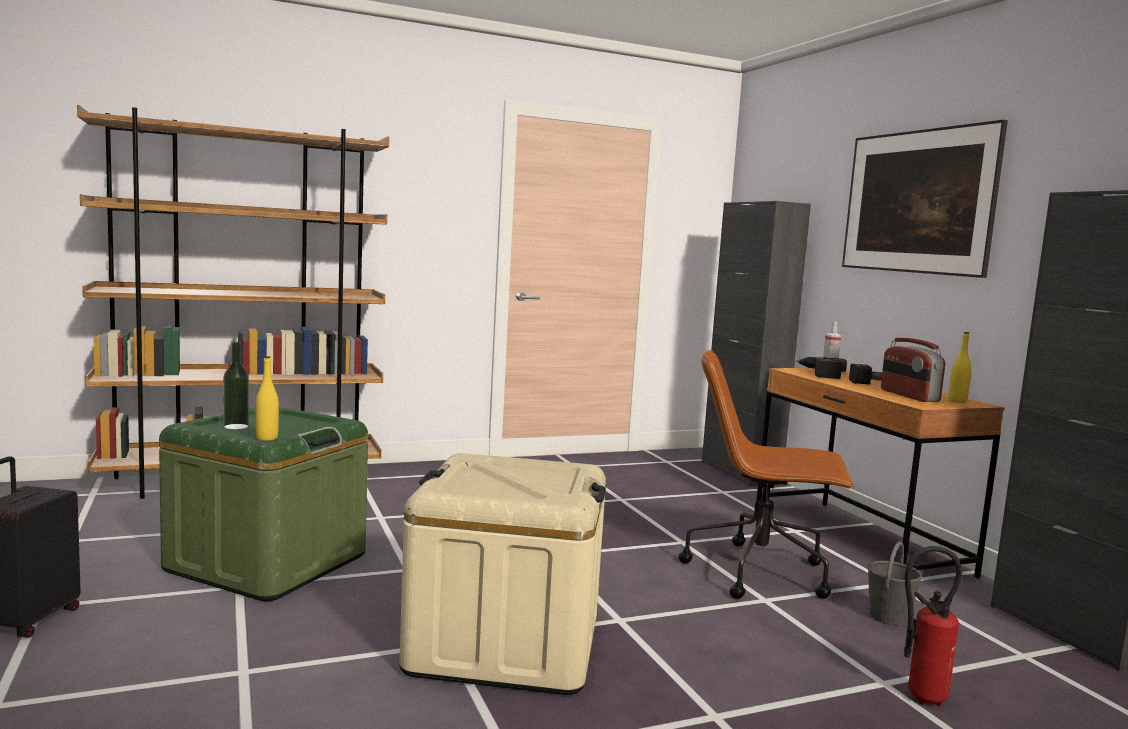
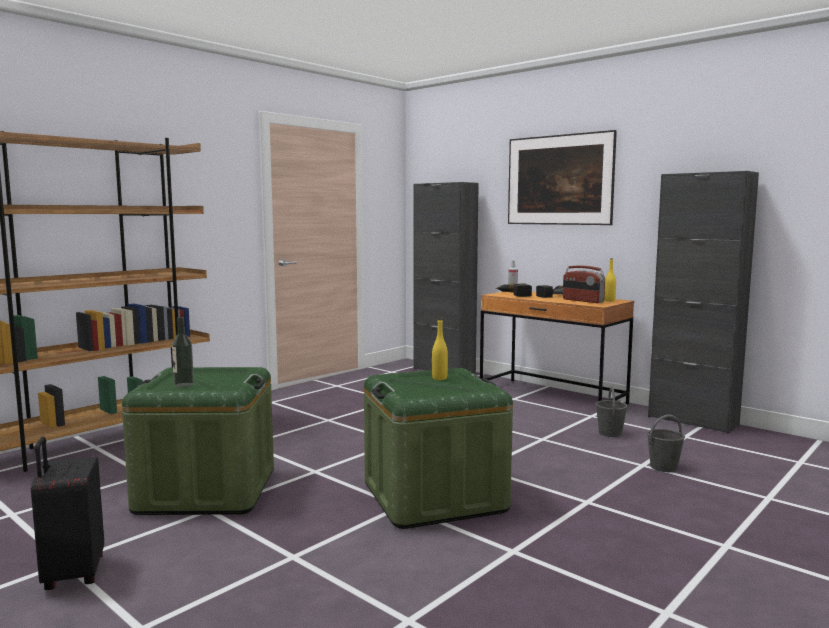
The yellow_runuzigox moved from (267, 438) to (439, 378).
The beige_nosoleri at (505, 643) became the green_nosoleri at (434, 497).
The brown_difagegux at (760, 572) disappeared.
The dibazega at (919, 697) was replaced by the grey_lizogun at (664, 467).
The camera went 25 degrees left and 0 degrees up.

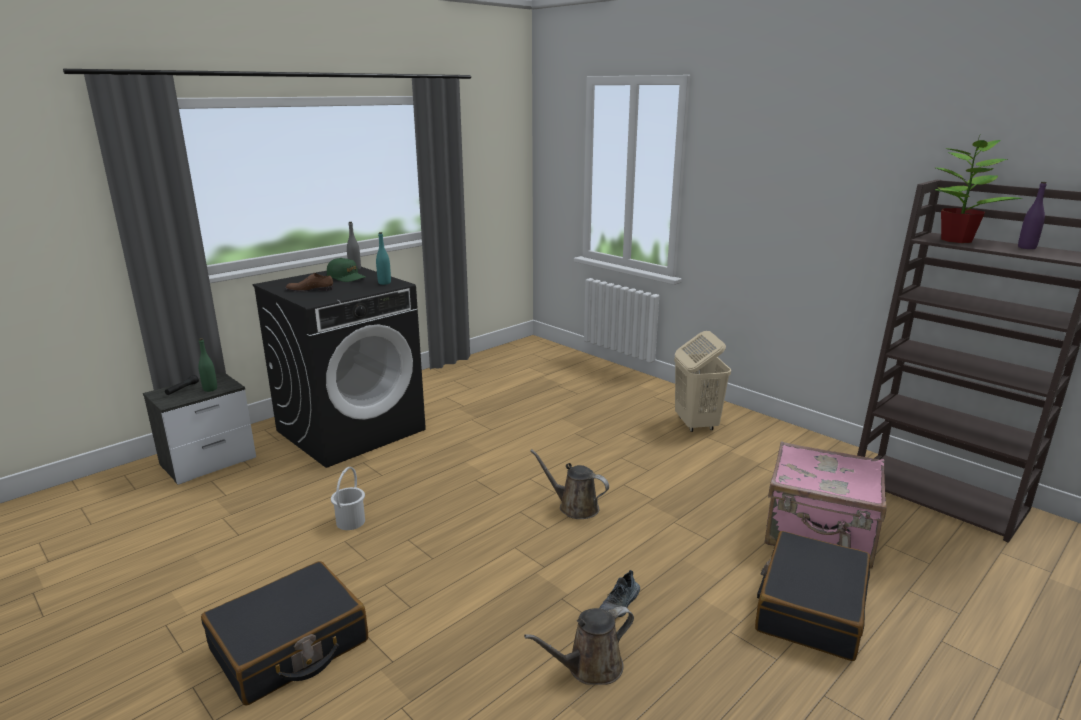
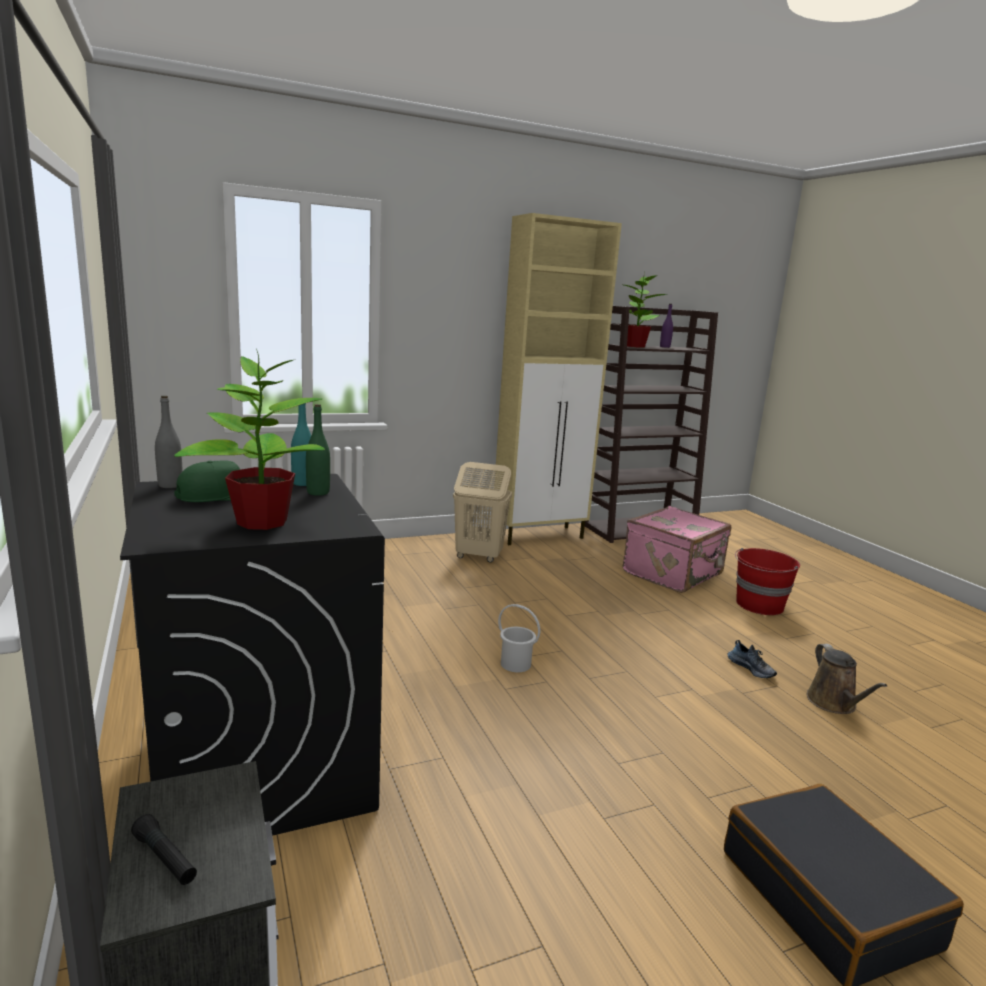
The green_runuzigox moved from (210, 389) to (318, 492).
The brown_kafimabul at (310, 289) was replaced by the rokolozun at (261, 521).
The white_lizogun moved from (351, 522) to (515, 664).
The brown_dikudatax at (575, 507) disappeared.
The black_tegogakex at (810, 608) was replaced by the red_lizogun at (759, 605).
The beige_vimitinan at (540, 536) appeared.
The camera went 70 degrees left and 5 degrees down.

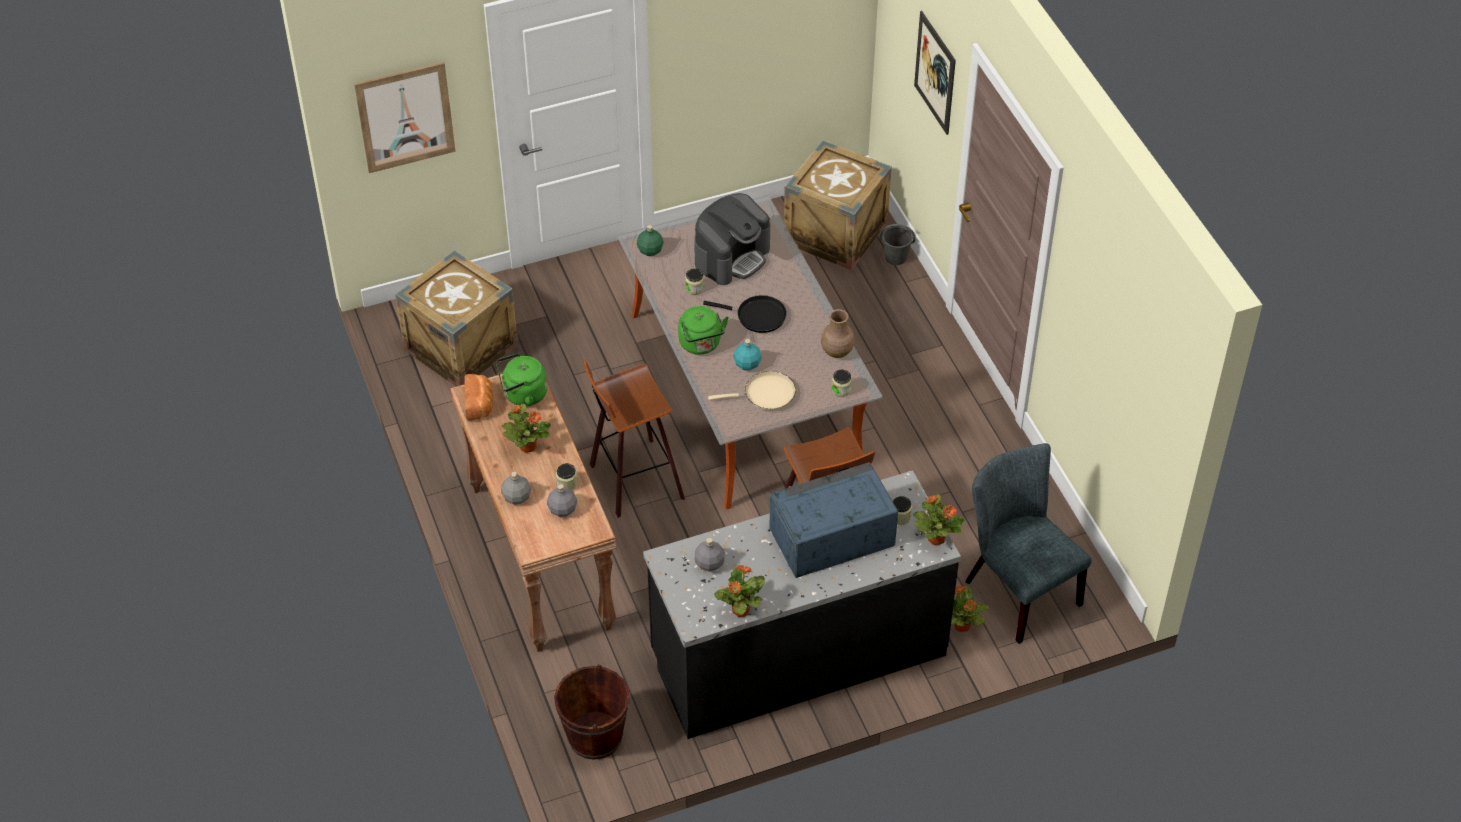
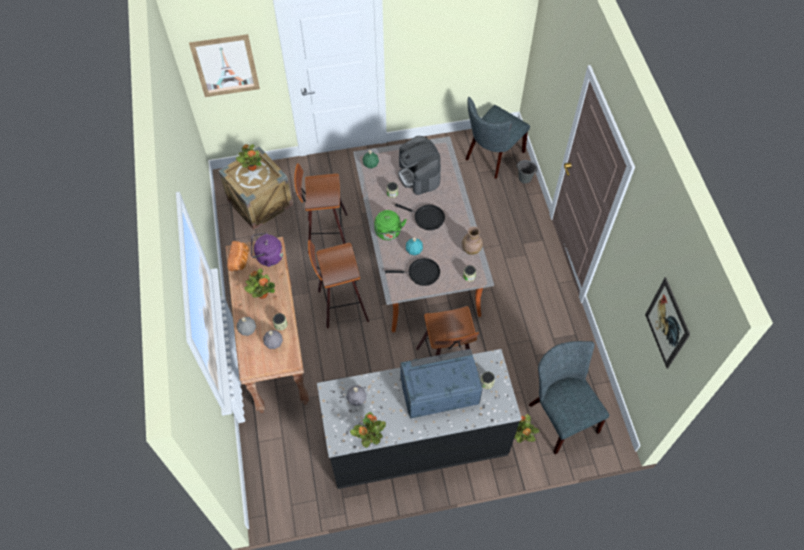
The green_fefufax at (522, 395) became the purple_fefufax at (267, 257).
The brown_lizogun at (595, 736) disappeared.
The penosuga at (732, 256) turned 105 degrees clockwise.
The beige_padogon at (765, 394) became the black_padogon at (421, 273).
The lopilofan at (835, 232) was replaced by the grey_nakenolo at (492, 157).
The rokolozun moved from (935, 538) to (252, 167).
The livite moved from (935, 72) to (667, 323).
The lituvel at (326, 235) appeared.
The camera went 10 degrees right and 10 degrees up.

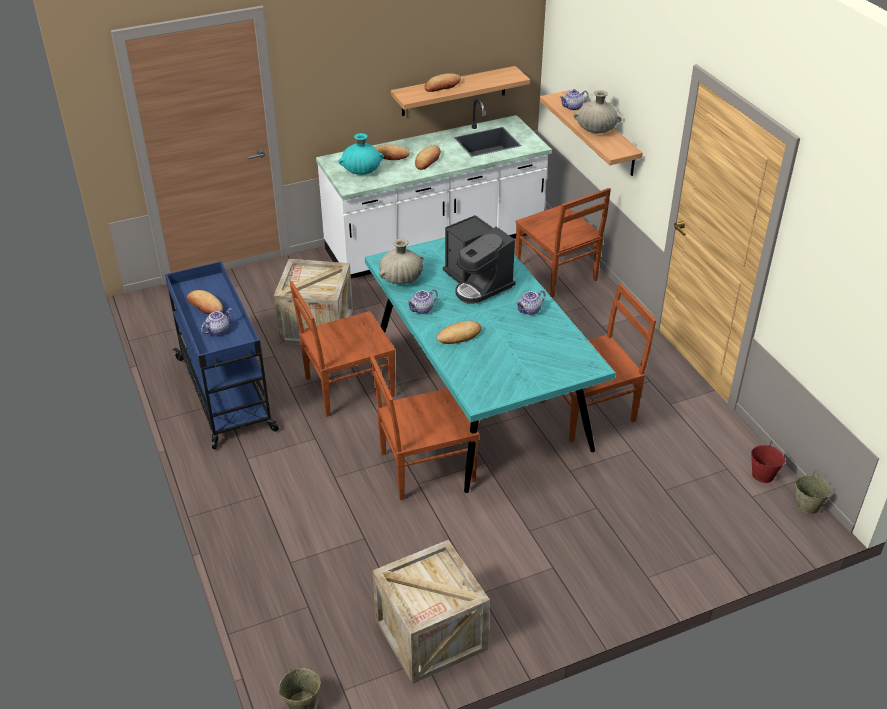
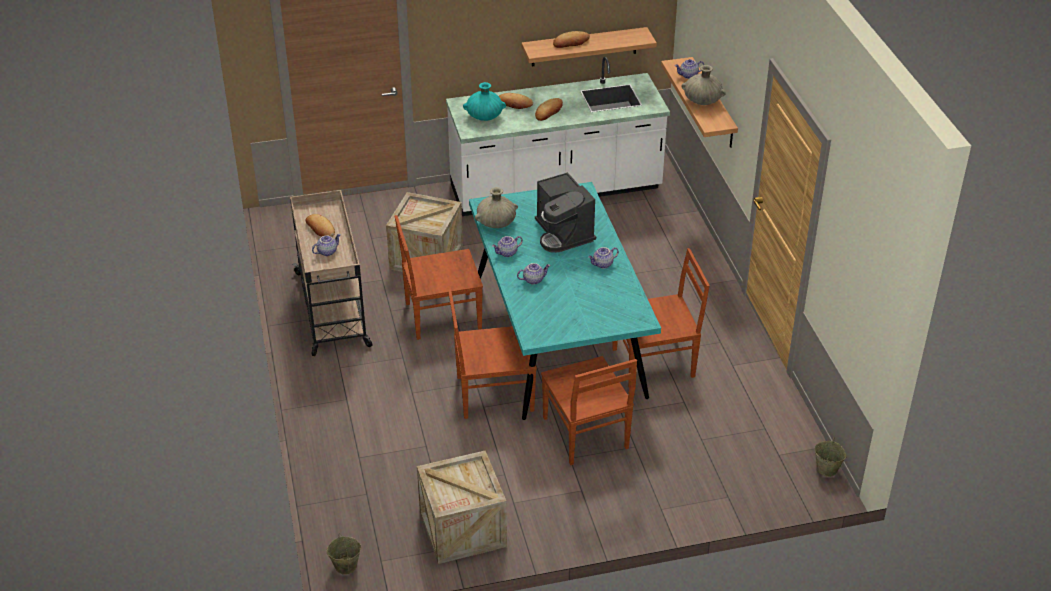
The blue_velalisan at (226, 395) became the beige_velalisan at (333, 310).
The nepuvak at (459, 335) was replaced by the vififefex at (533, 280).
The brown_nakenolo moved from (557, 274) to (586, 434).
The red_lizogun at (763, 475) disappeared.
The camera went 10 degrees right and 0 degrees up.

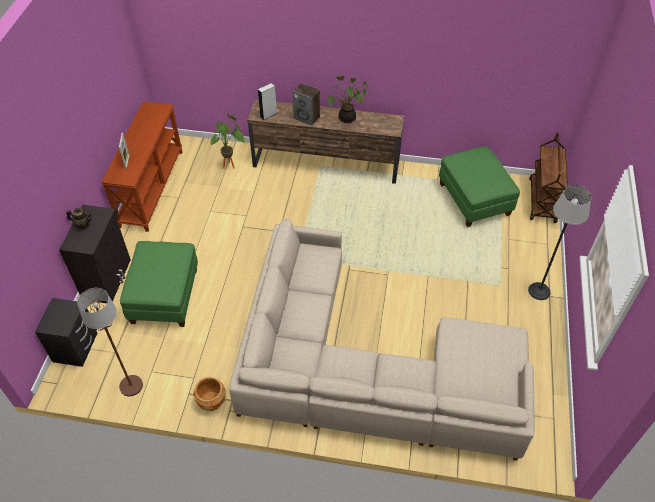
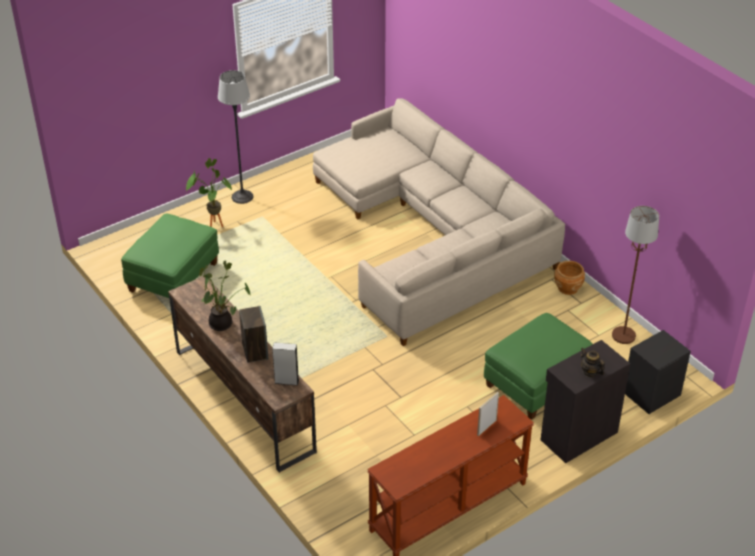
The rokolozun moved from (232, 165) to (212, 224).
The brown_velalisan at (542, 201) disappeared.
The camera went 135 degrees left and 10 degrees down.

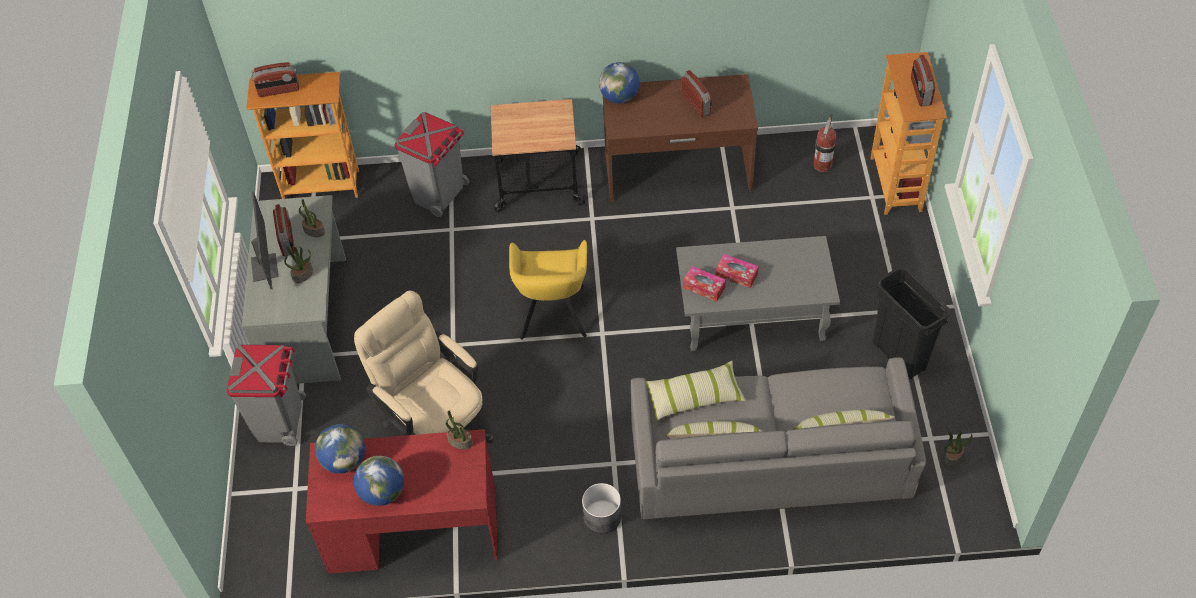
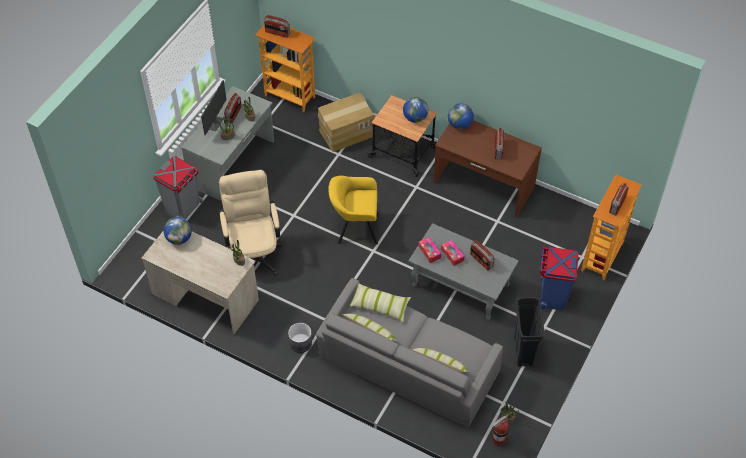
The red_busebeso at (413, 531) became the beige_busebeso at (205, 297).
The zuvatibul moved from (382, 492) to (415, 118).
The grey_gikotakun at (439, 195) was replaced by the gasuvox at (346, 132).
The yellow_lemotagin at (552, 315) turned 60 degrees clockwise.
The dibazega moved from (822, 164) to (498, 439).
The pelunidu at (481, 260) appeared.
The blue_gikotakun at (552, 296) appeared.
The camera went 30 degrees right and 0 degrees up.

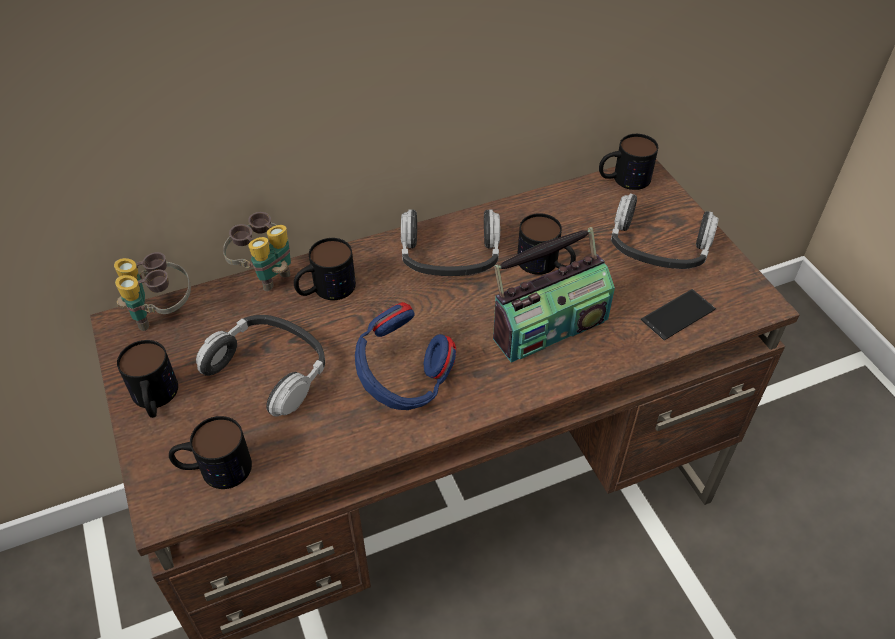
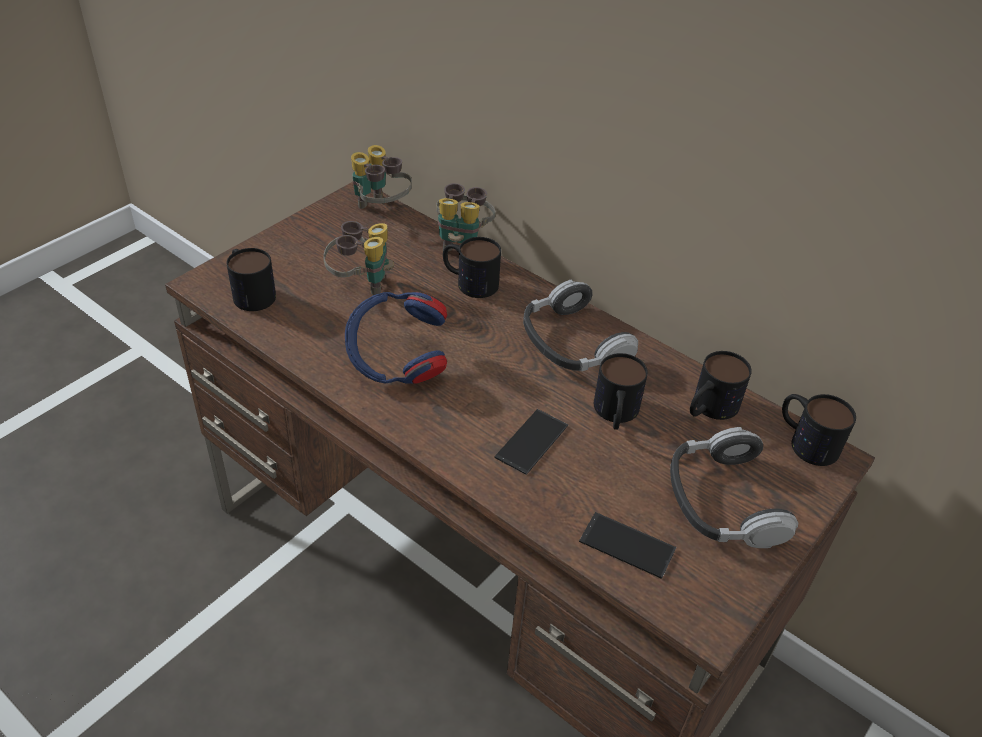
The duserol moved from (155, 399) to (709, 408).
The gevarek at (269, 370) was replaced by the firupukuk at (361, 283).
The pelunidu at (549, 326) was replaced by the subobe at (531, 441).
The camera went 60 degrees right and 5 degrees down.

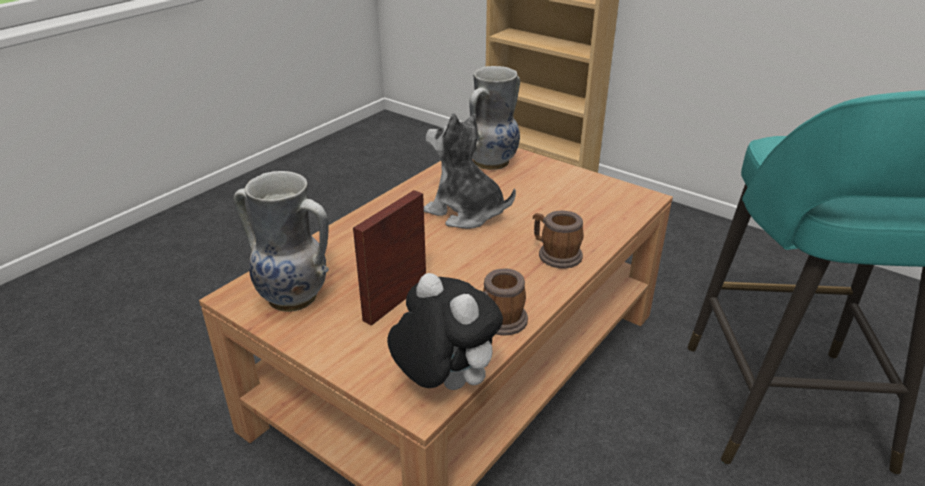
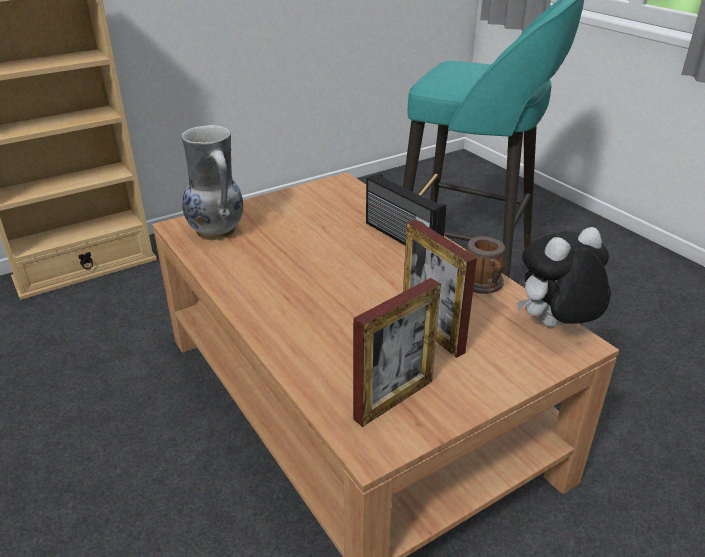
The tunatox at (294, 296) was replaced by the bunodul at (394, 399).
The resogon at (465, 212) disappeared.
The duserol at (555, 255) was replaced by the pelunidu at (401, 238).
The camera went 70 degrees left and 0 degrees up.

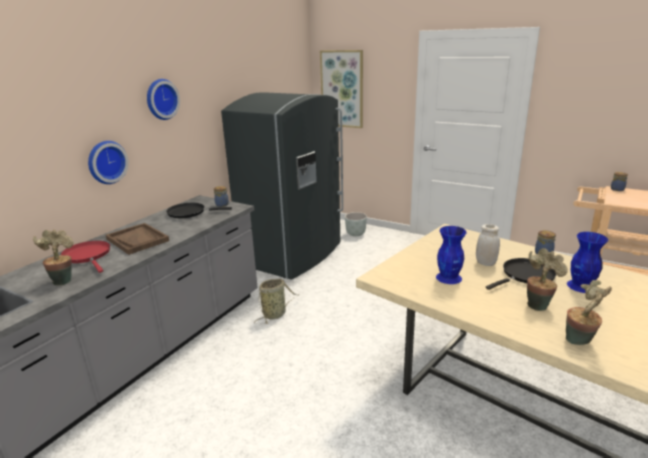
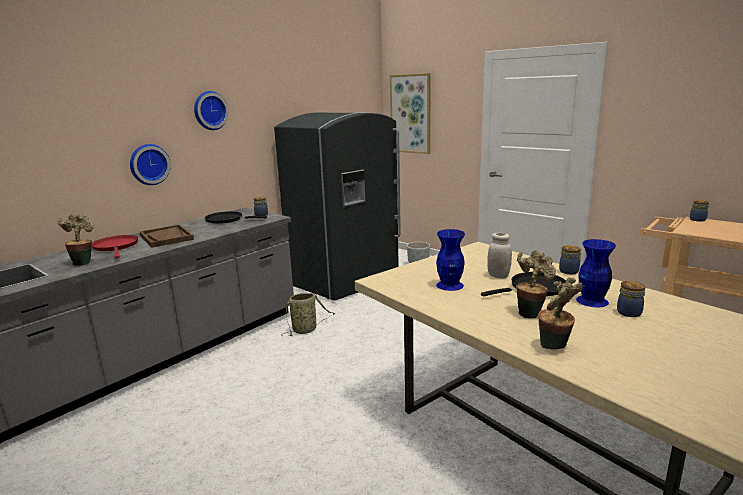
The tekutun at (629, 312) appeared.
The camera went 10 degrees right and 5 degrees down.

